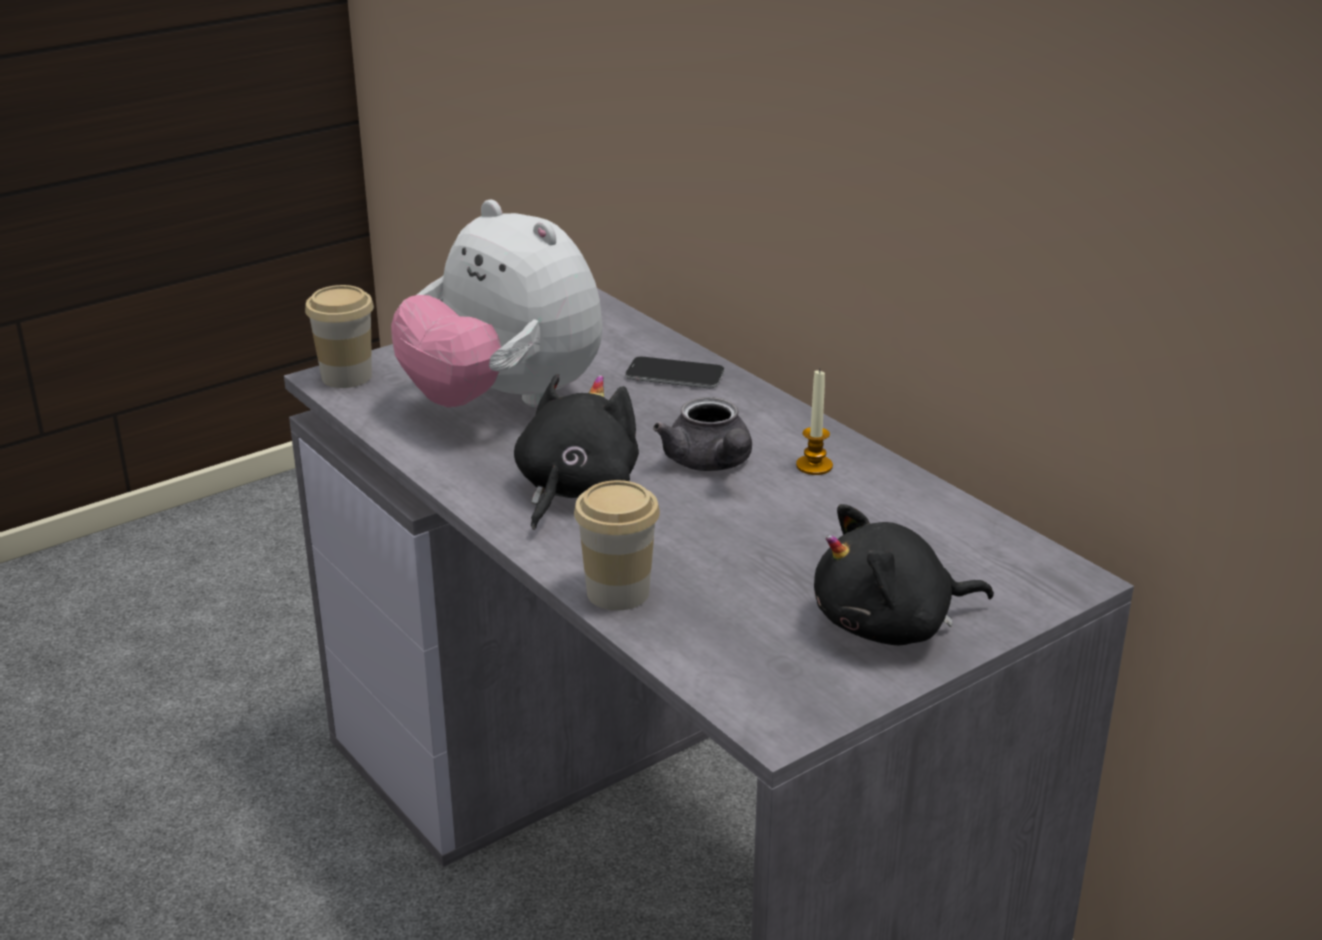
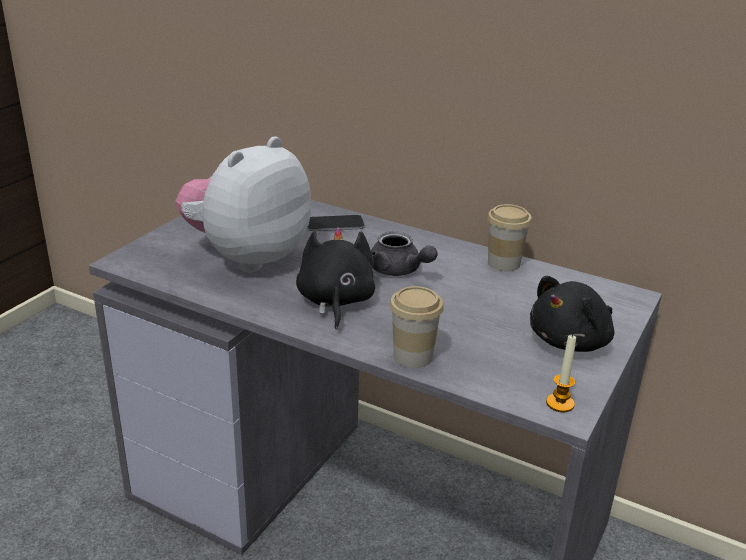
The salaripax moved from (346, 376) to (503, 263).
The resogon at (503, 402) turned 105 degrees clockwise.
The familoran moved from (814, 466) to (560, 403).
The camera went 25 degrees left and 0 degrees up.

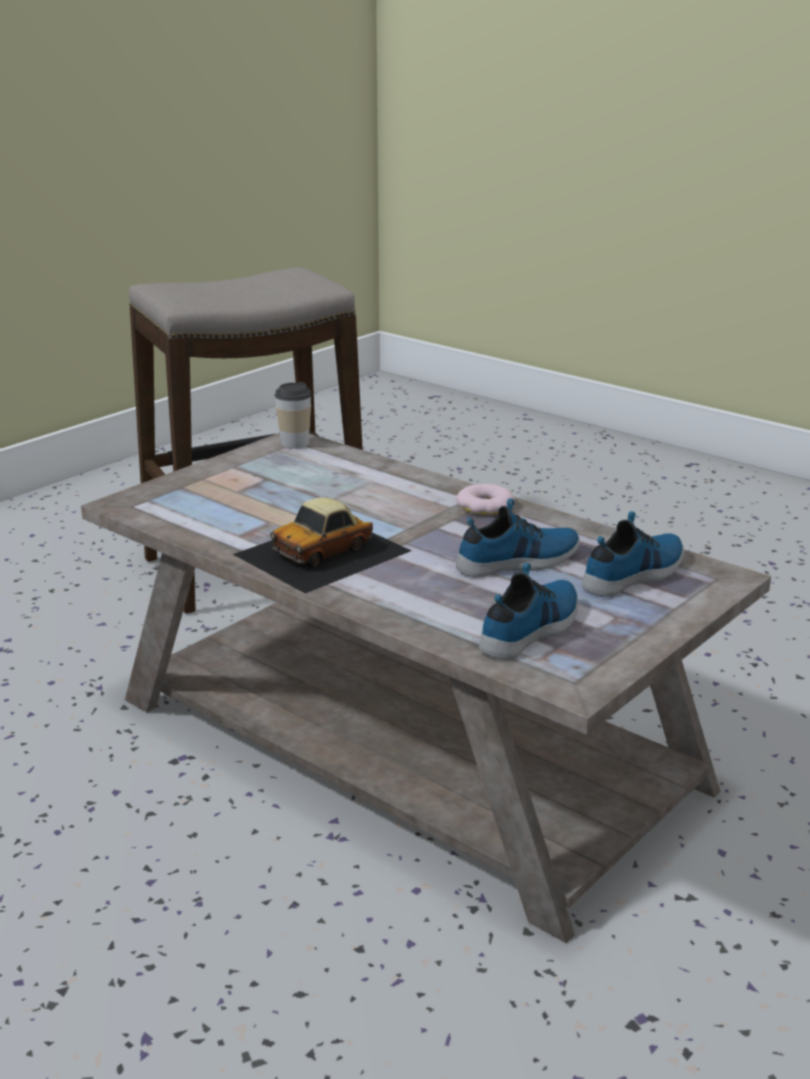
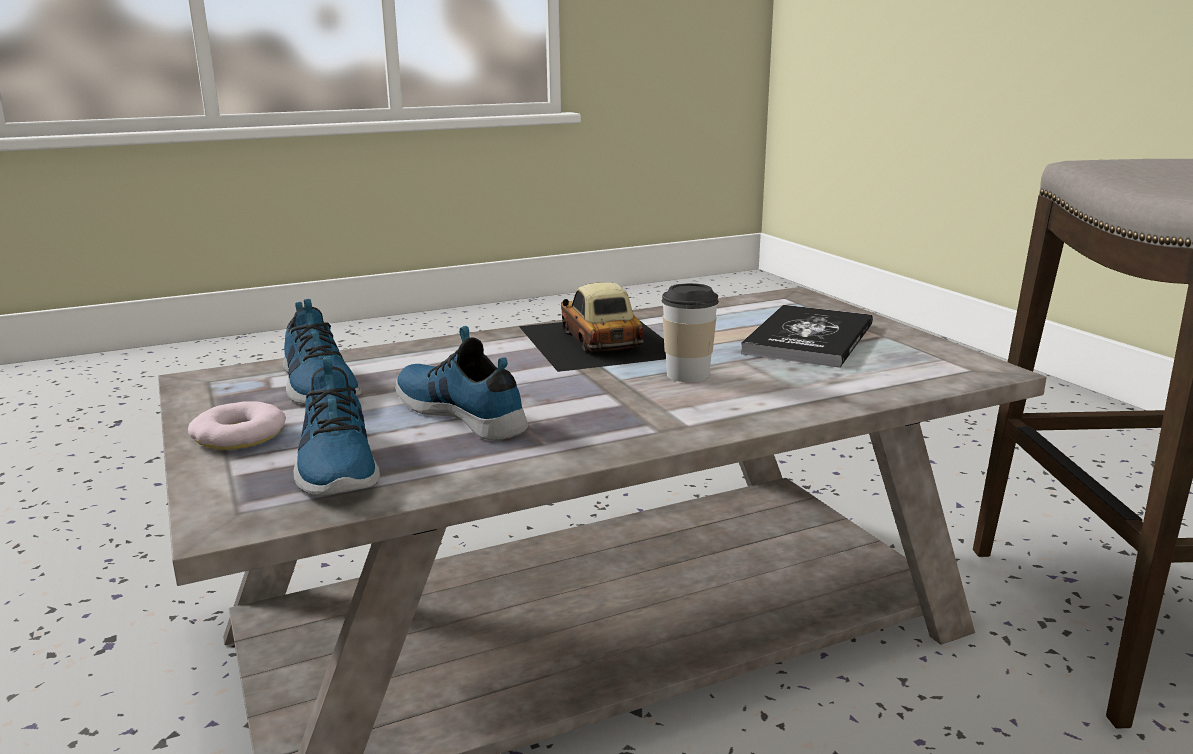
The salaripax moved from (295, 443) to (688, 375).
The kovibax moved from (485, 506) to (238, 435).
The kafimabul at (519, 561) turned 135 degrees clockwise.
The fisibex at (809, 339) appeared.
The camera went 115 degrees right and 5 degrees down.

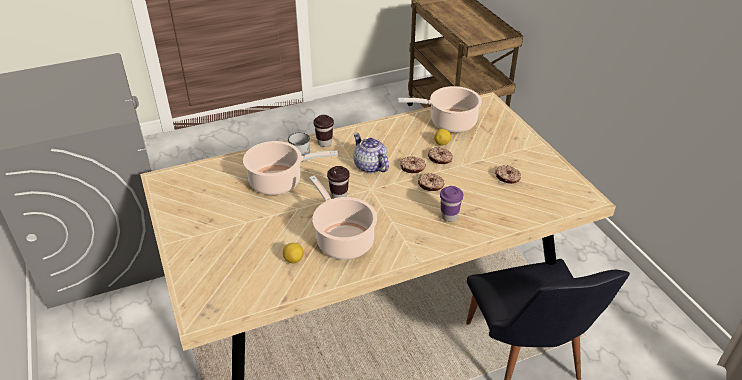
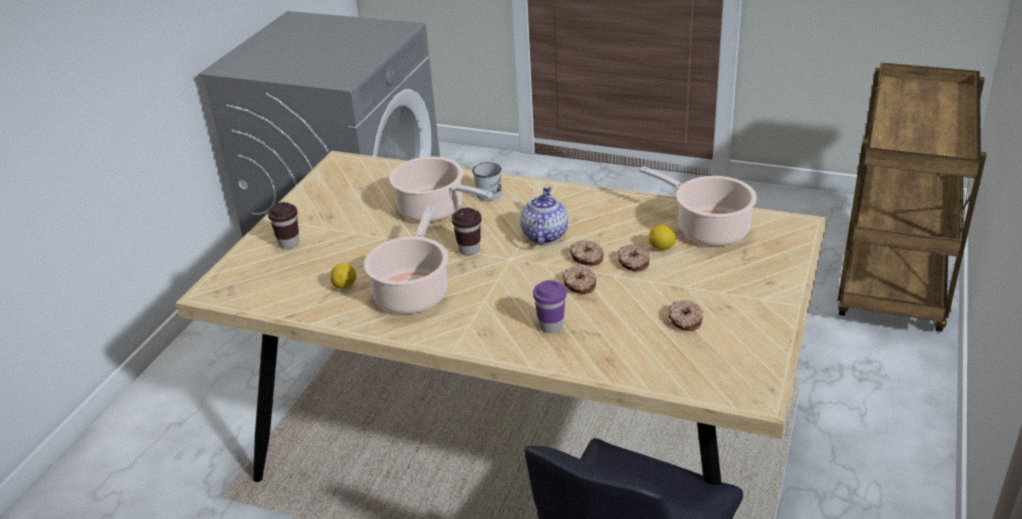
The brown_salaripax moved from (324, 143) to (289, 243).
The camera went 45 degrees right and 5 degrees down.

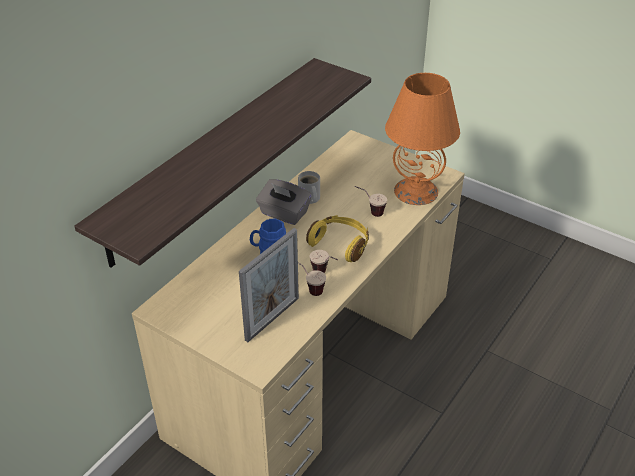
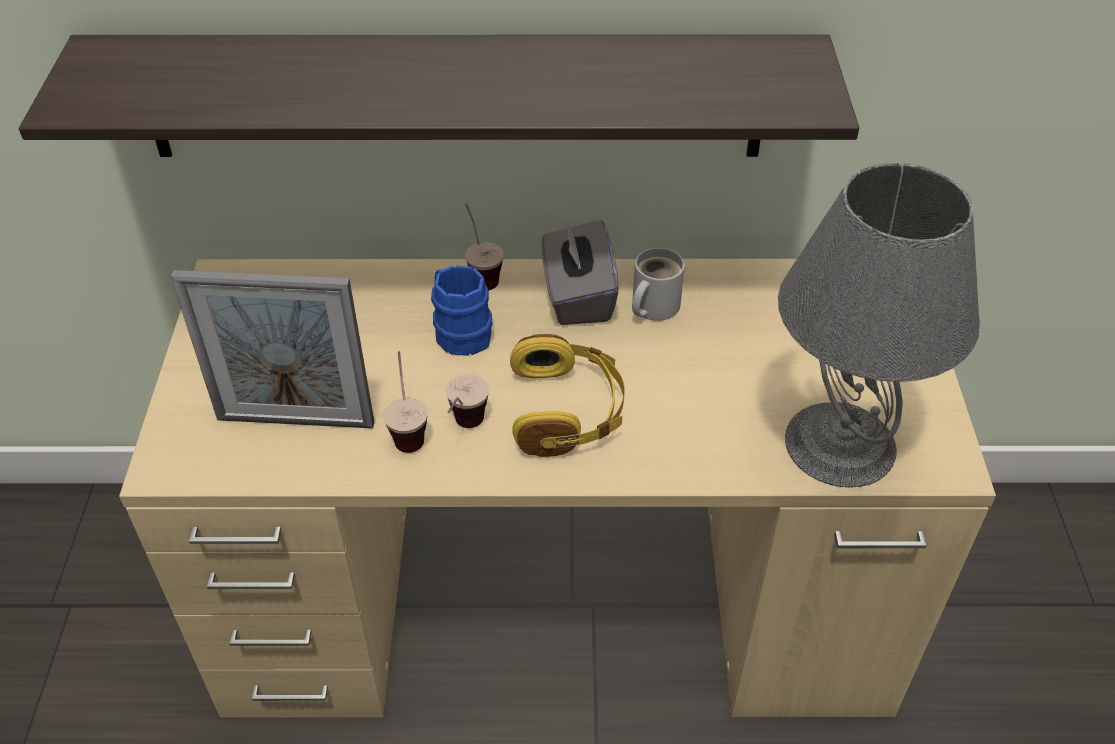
The salaripax moved from (369, 212) to (480, 273).
The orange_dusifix at (415, 191) became the grey_dusifix at (838, 443).
The camera went 55 degrees right and 5 degrees up.

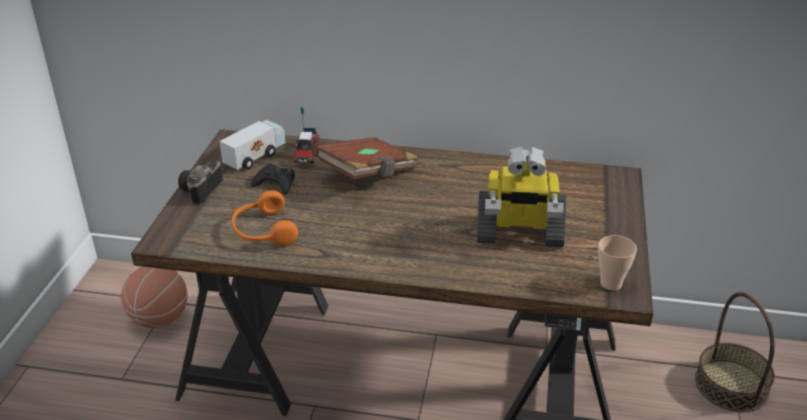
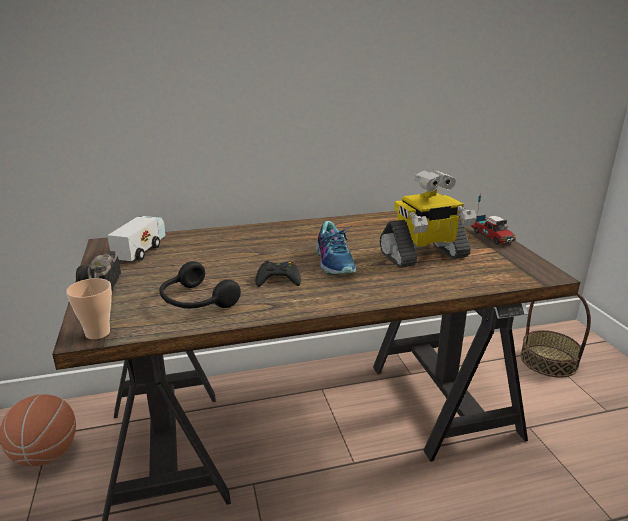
The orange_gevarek at (262, 231) became the black_gevarek at (195, 301).
The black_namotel moved from (275, 183) to (278, 279).
The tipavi moved from (307, 154) to (492, 237).
The brown_fisibex at (367, 174) disappeared.
The salaripax moved from (611, 283) to (98, 333).
The kafimabul at (335, 262) appeared.
The camera went 25 degrees left and 10 degrees down.

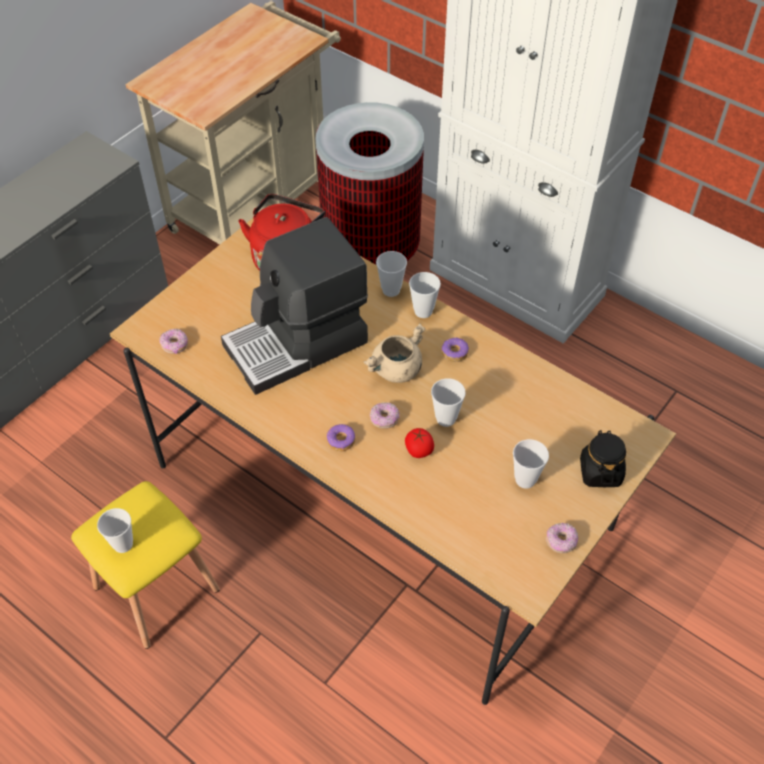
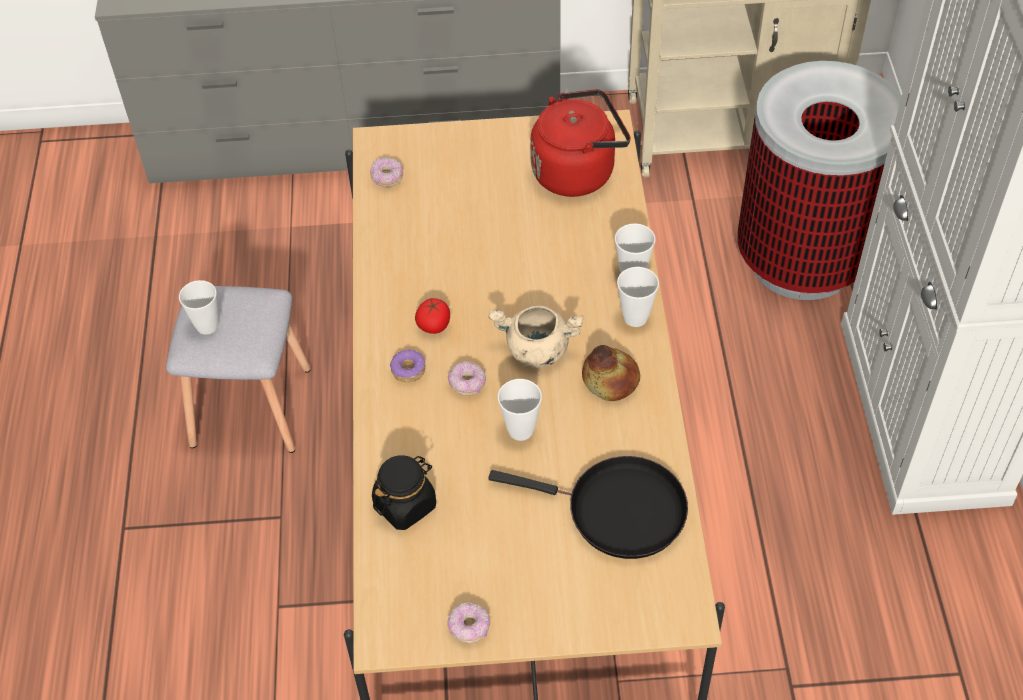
The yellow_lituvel at (154, 588) became the grey_lituvel at (250, 405).
The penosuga at (297, 344) disappeared.
The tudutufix moved from (418, 450) to (434, 325).
The kovibax at (454, 353) was replaced by the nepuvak at (611, 379).
The salaripax at (525, 479) disappeared.
The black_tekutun moved from (600, 472) to (405, 505).
The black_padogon at (618, 511) appeared.
The camera went 50 degrees right and 0 degrees up.

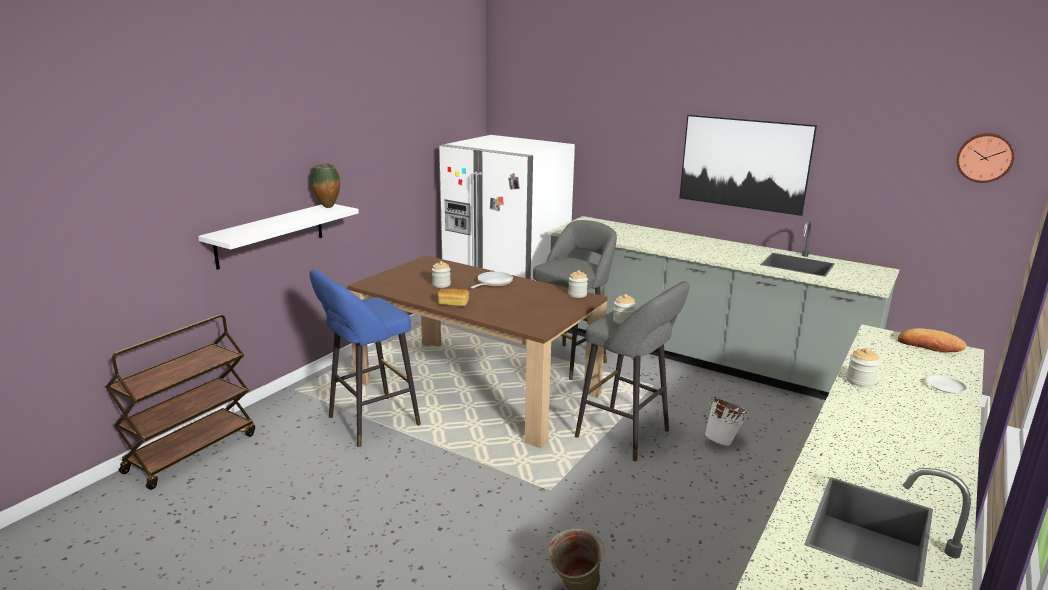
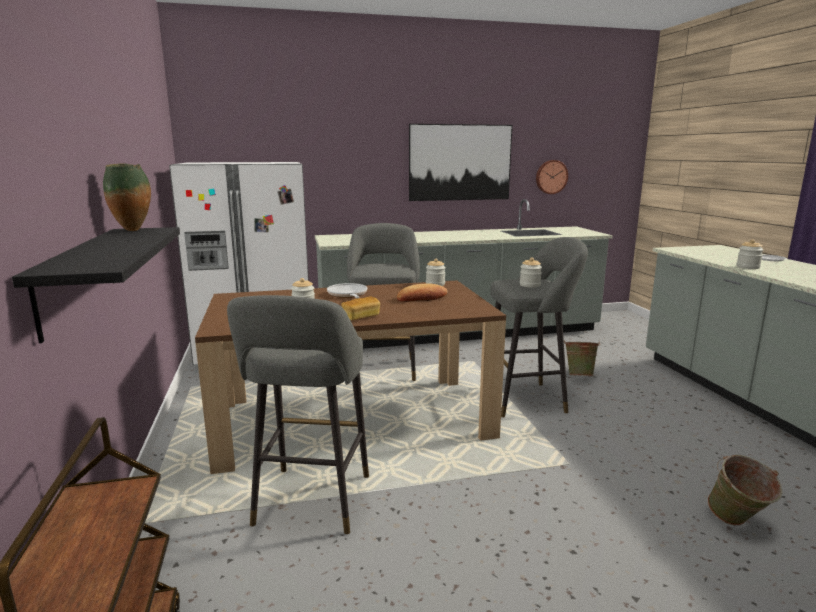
The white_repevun at (270, 235) became the black_repevun at (78, 277).
The blue_lituvel at (369, 422) became the grey_lituvel at (310, 504).
The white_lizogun at (723, 441) became the green_lizogun at (579, 376).
The nepuvak moved from (929, 345) to (422, 298).
The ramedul moved from (985, 157) to (551, 177).
The camera went 45 degrees left and 5 degrees down.

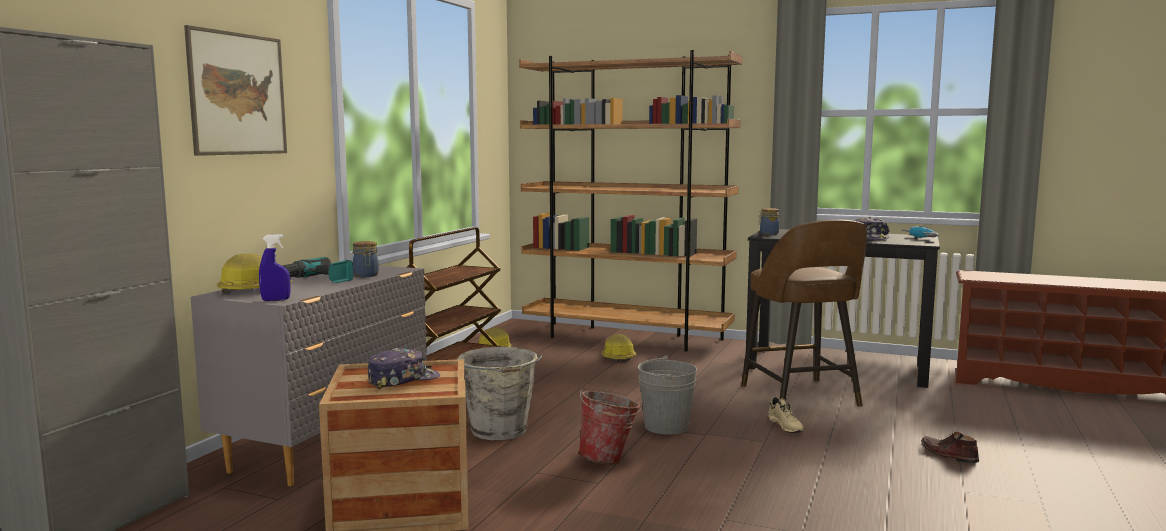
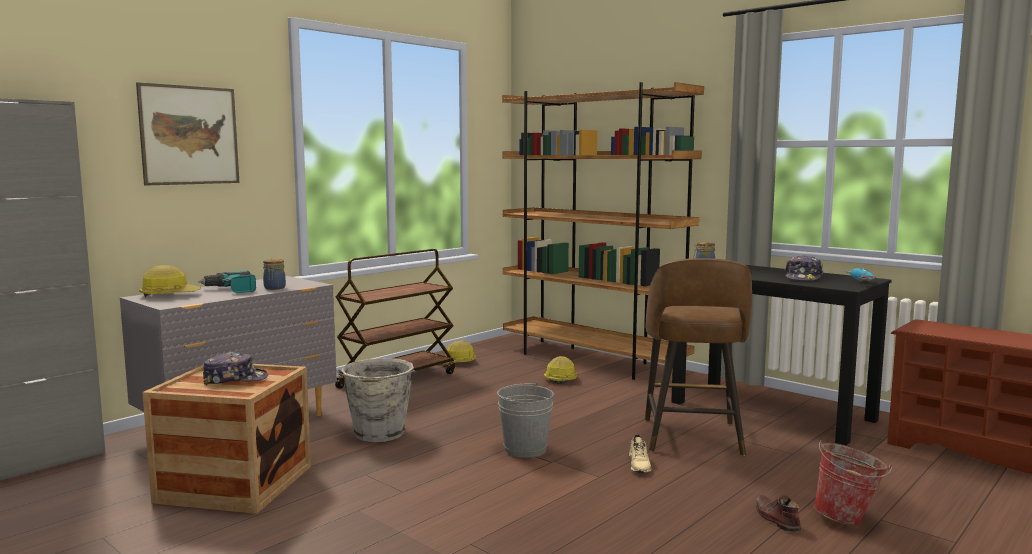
The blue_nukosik at (276, 300) disappeared.
The lizogun moved from (609, 460) to (849, 520).
The camera went 20 degrees right and 0 degrees up.

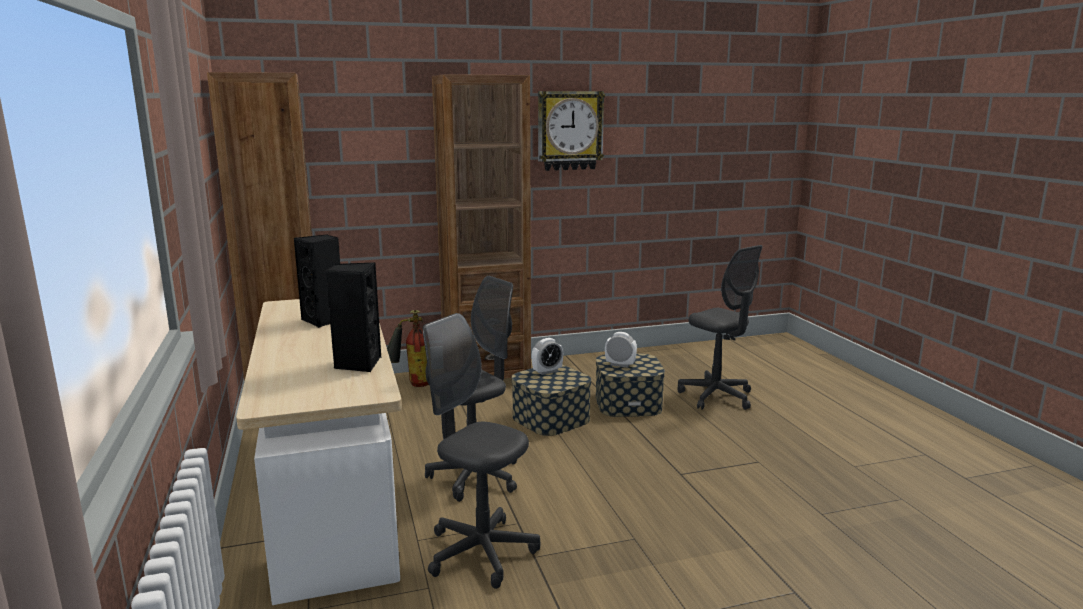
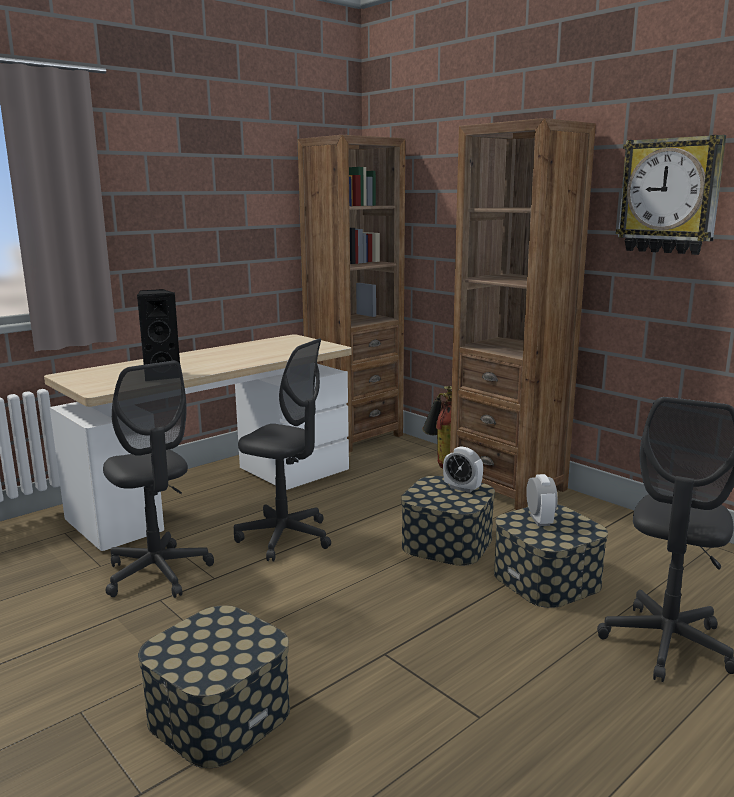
The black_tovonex at (324, 320) disappeared.
The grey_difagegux at (481, 552) turned 135 degrees clockwise.
The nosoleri at (219, 714) appeared.
The camera went 65 degrees right and 0 degrees up.

